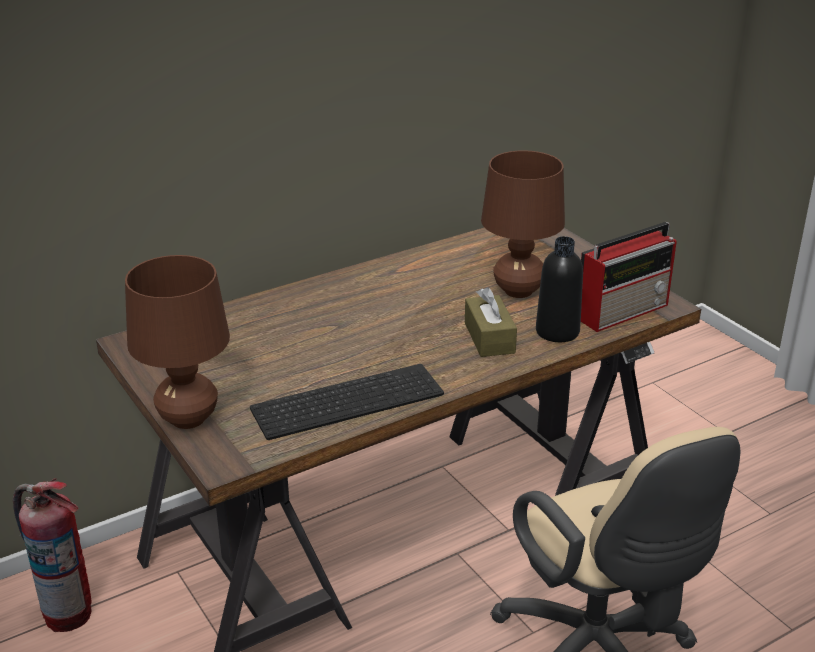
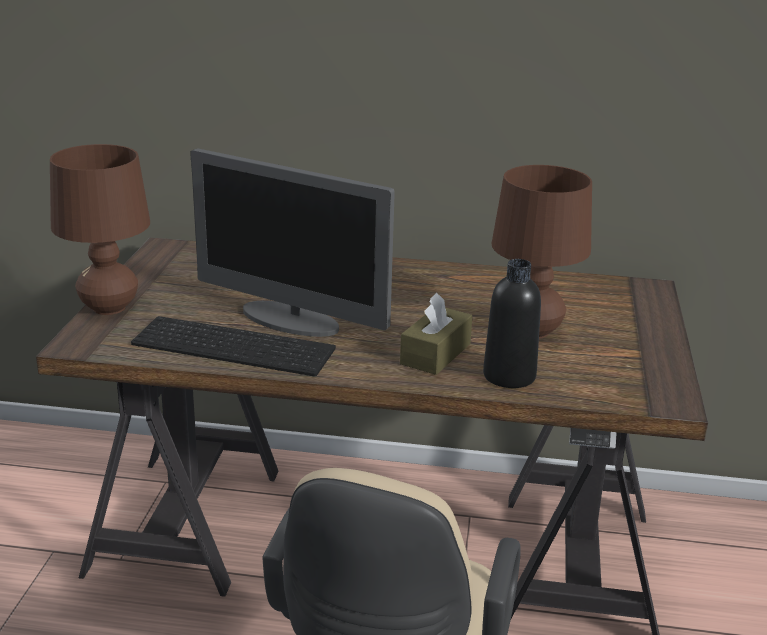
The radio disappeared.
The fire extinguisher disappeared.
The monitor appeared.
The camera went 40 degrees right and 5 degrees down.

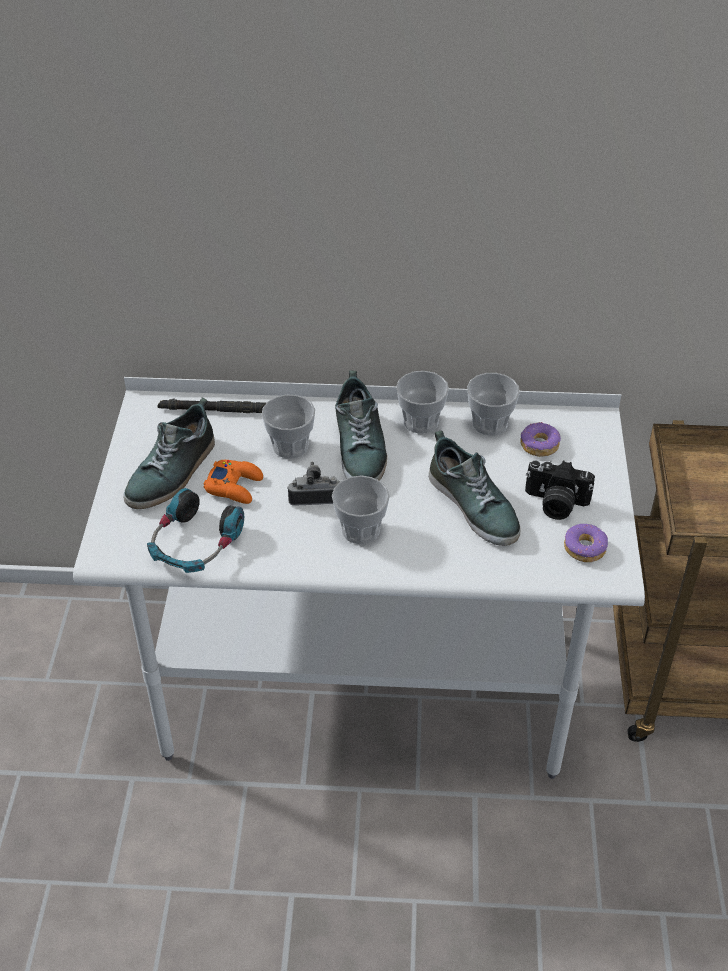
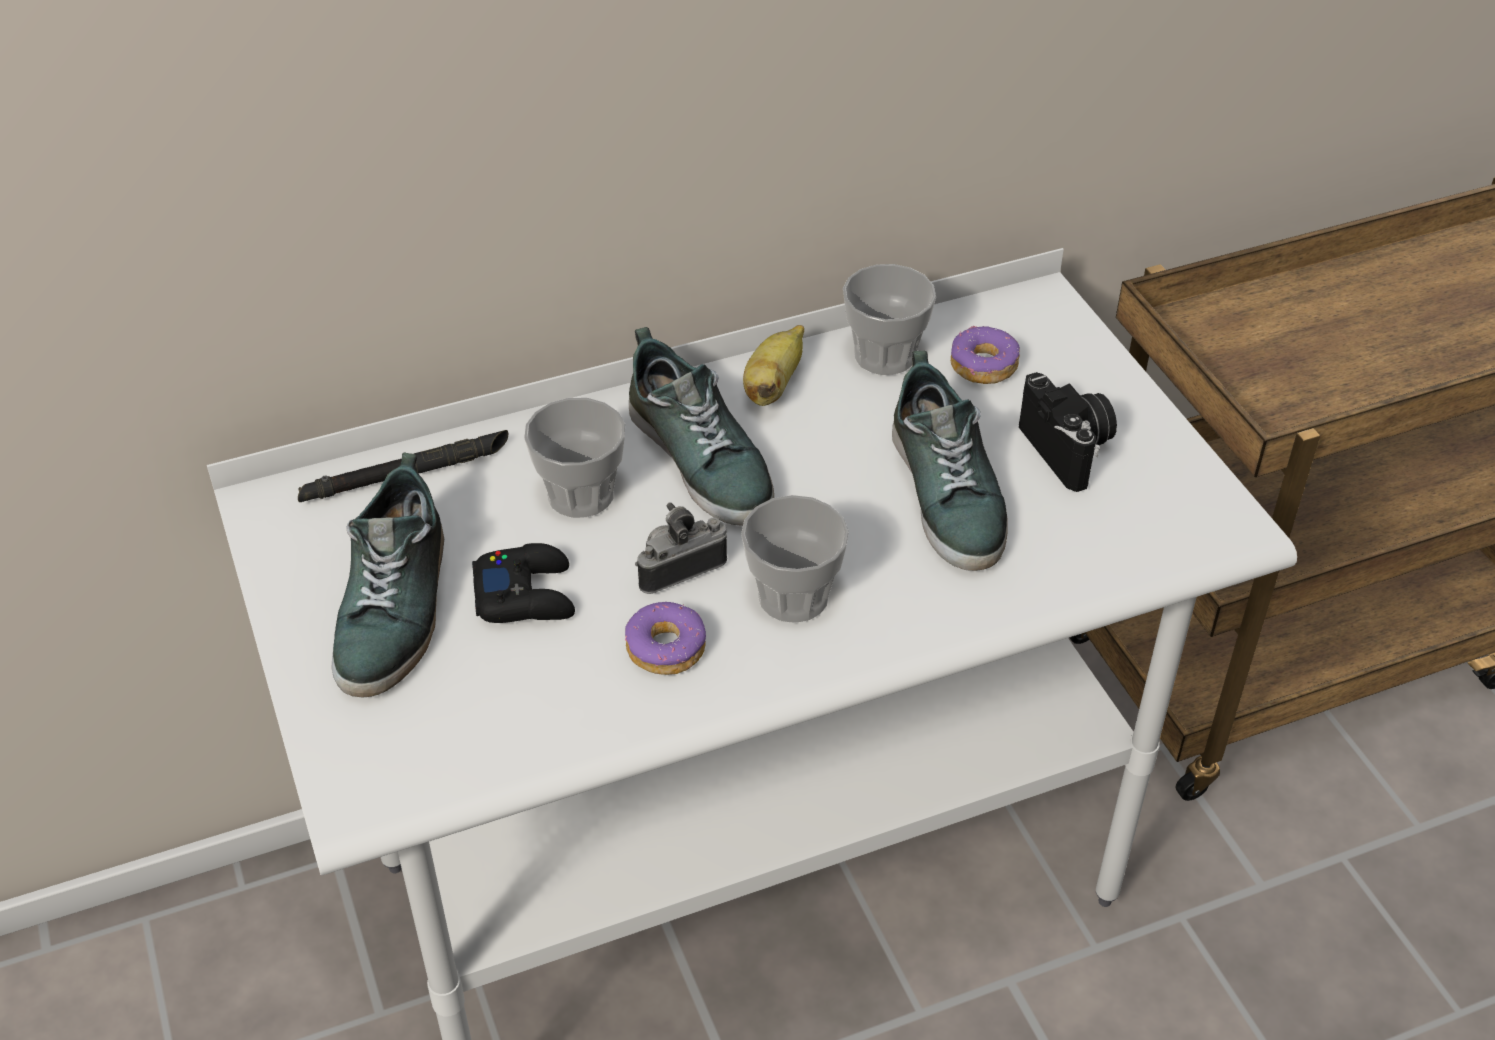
The cup (no. 3 from left) was replaced by the banana.
The shoe (no. 3 from left) turned 45 degrees clockwise.
The game controller/orange became the game controller/black.
The photo camera (no. 2 from left) turned 105 degrees counterclockwise.
The headphones disappeared.
The donut (no. 2 from left in the first image) moved.
The camera went 25 degrees left and 0 degrees up.

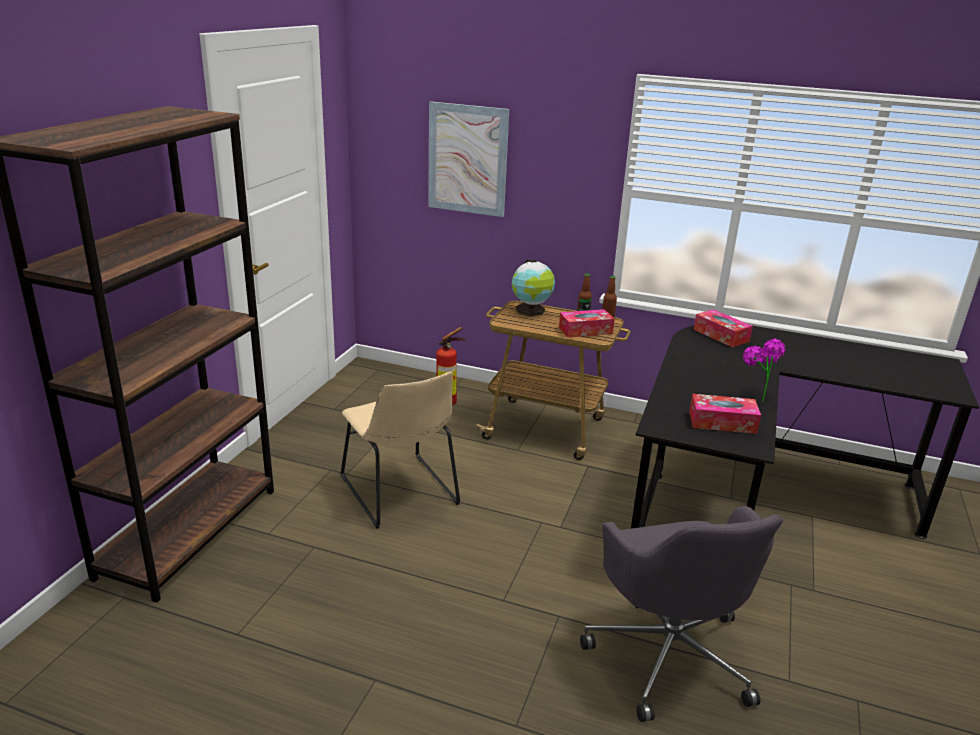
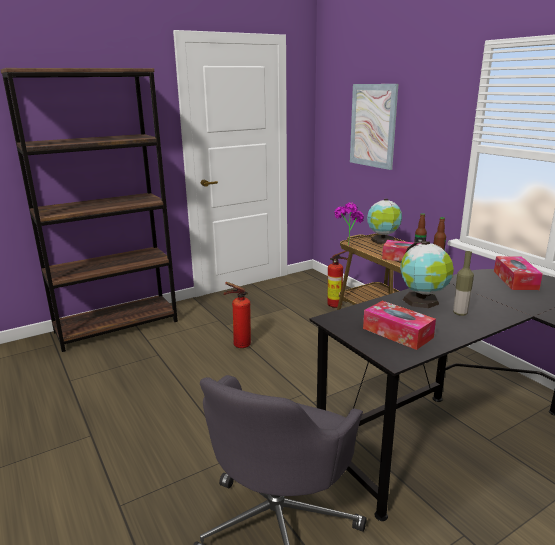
The potted plant moved.
The chair/beige was replaced by the fire extinguisher (no. 1 from left).
The globe (no. 2 from left) appeared.
The bottle (no. 3 from left) appeared.
The camera went 40 degrees right and 5 degrees down.

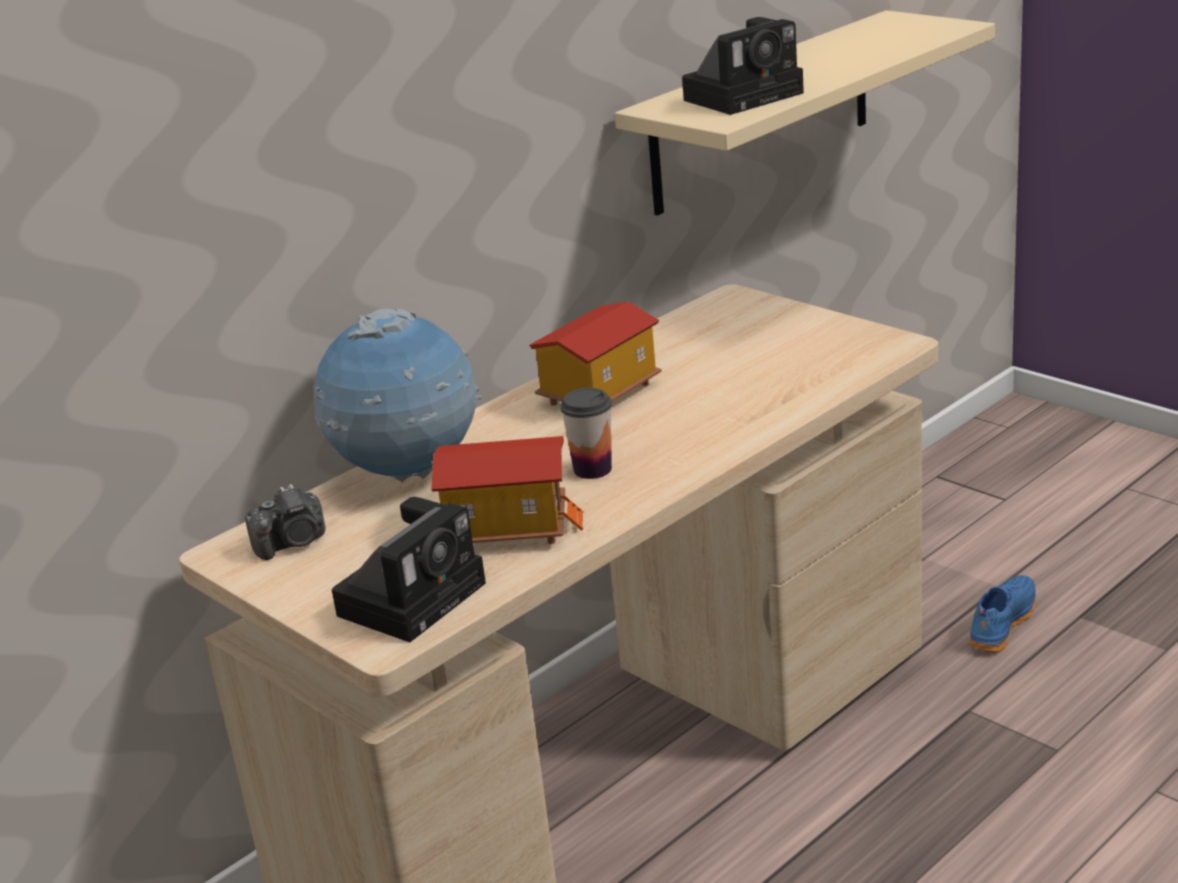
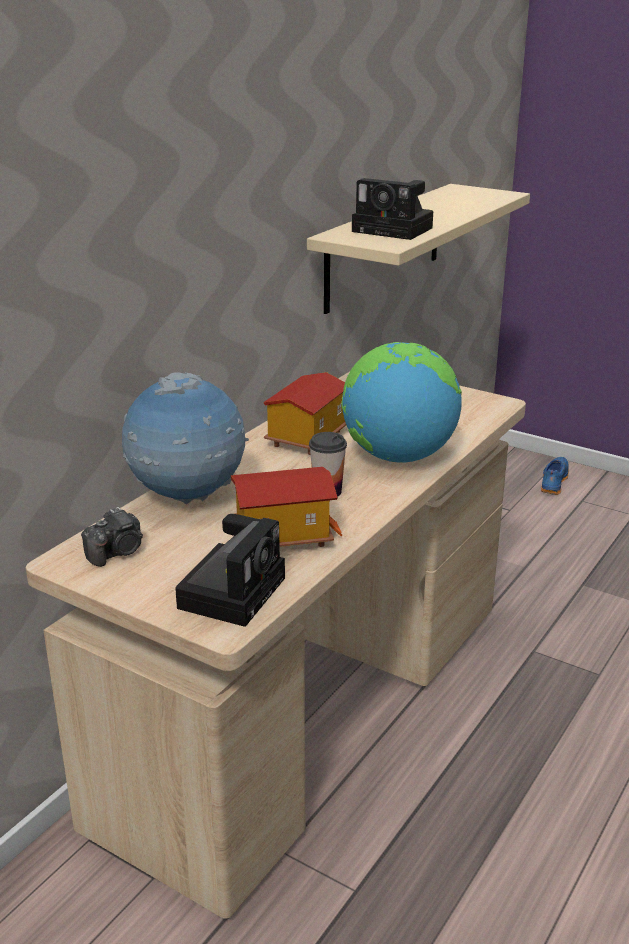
The photo camera (no. 3 from left) turned 75 degrees clockwise.
The shoe/blue moved.
The globe (no. 2 from left) appeared.
The camera went 15 degrees left and 0 degrees up.

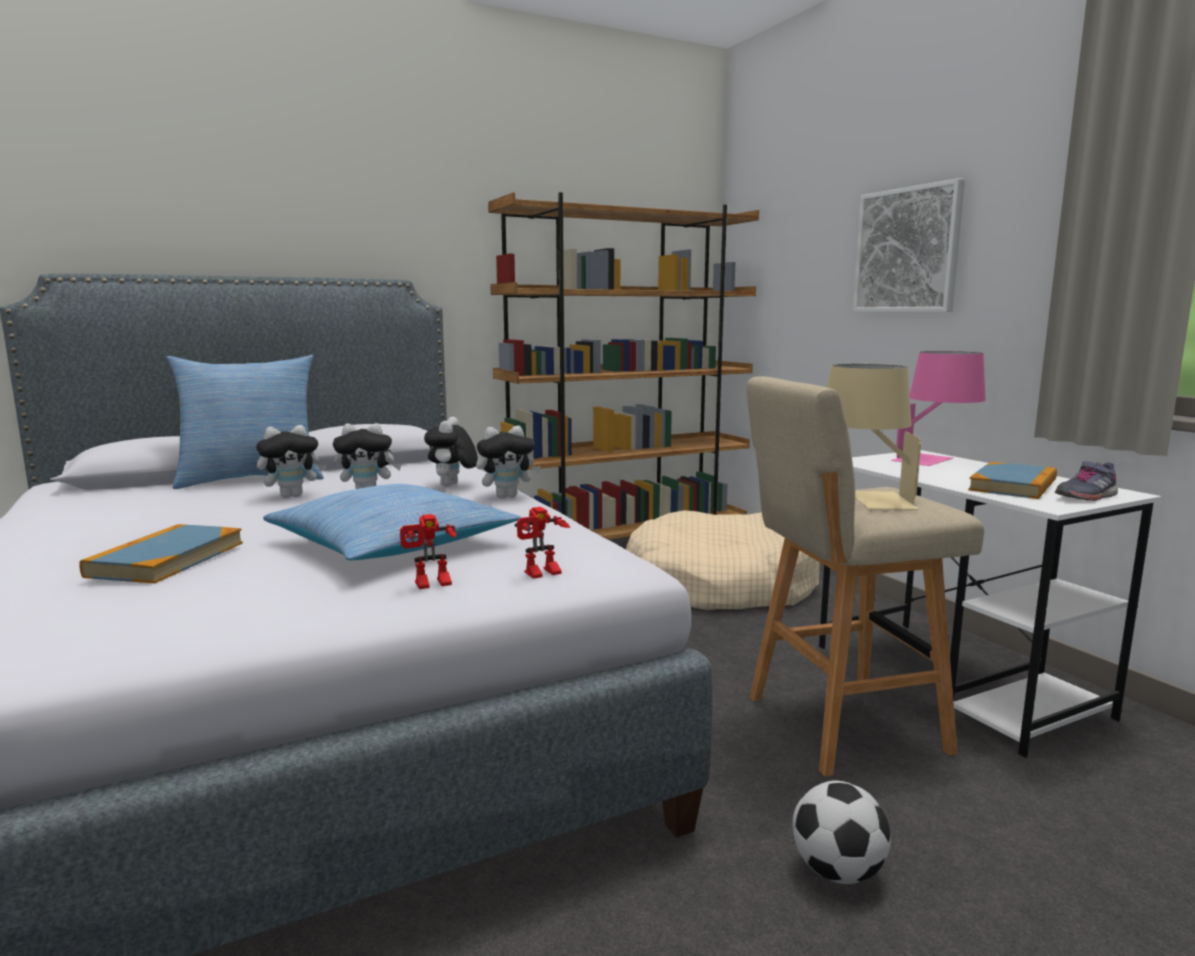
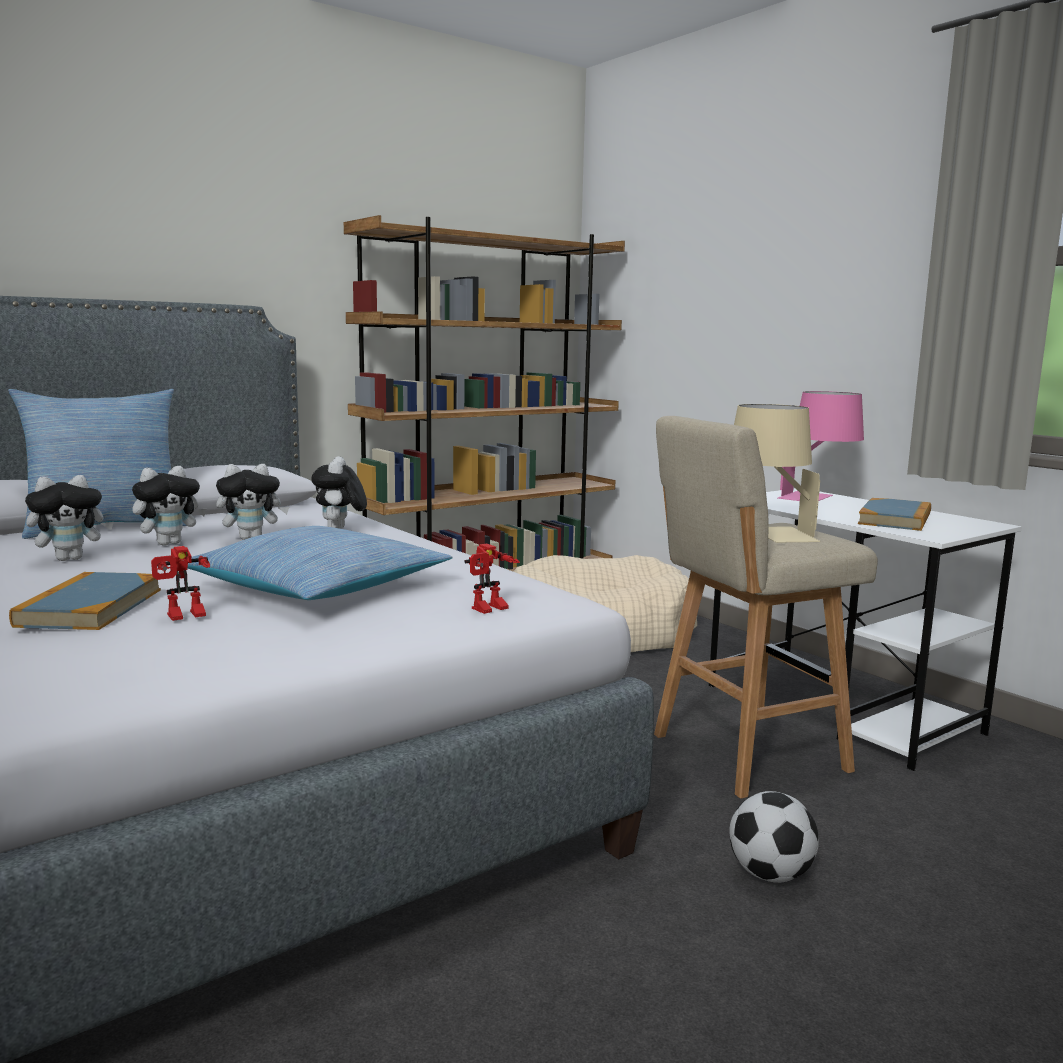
The picture disappeared.
The plush toy (no. 4 from left in the first image) moved.
The shoe/grey disappeared.
The toy robot (no. 1 from left) moved.
The camera went 10 degrees left and 0 degrees up.

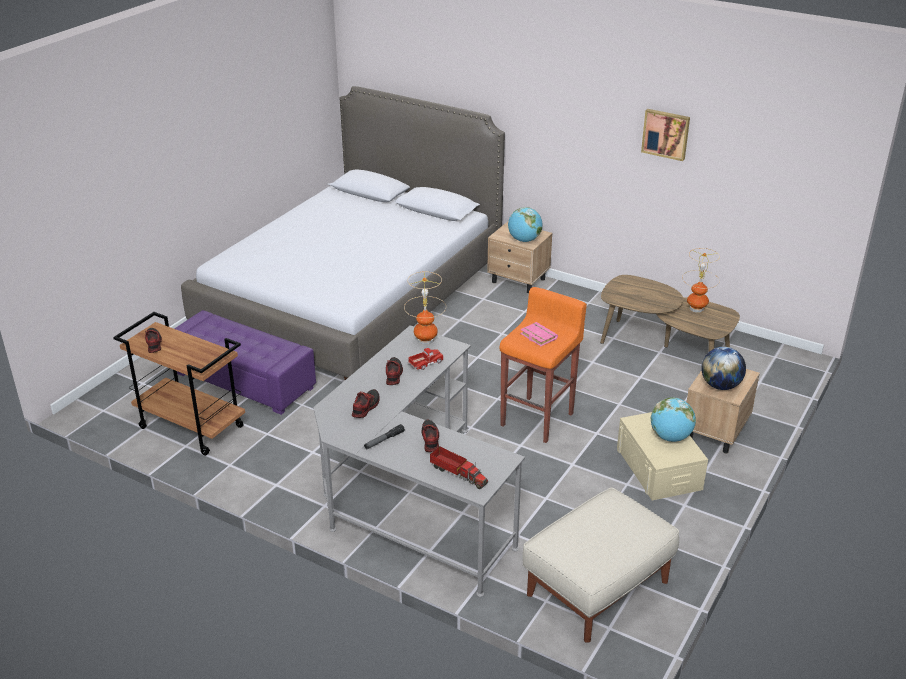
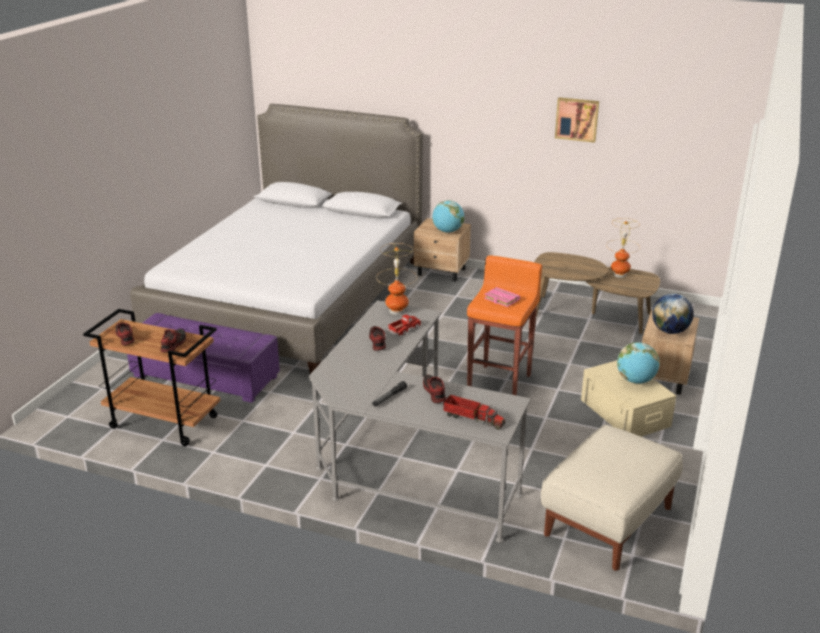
The shoe (no. 2 from left) moved.
The camera went 10 degrees left and 5 degrees down.

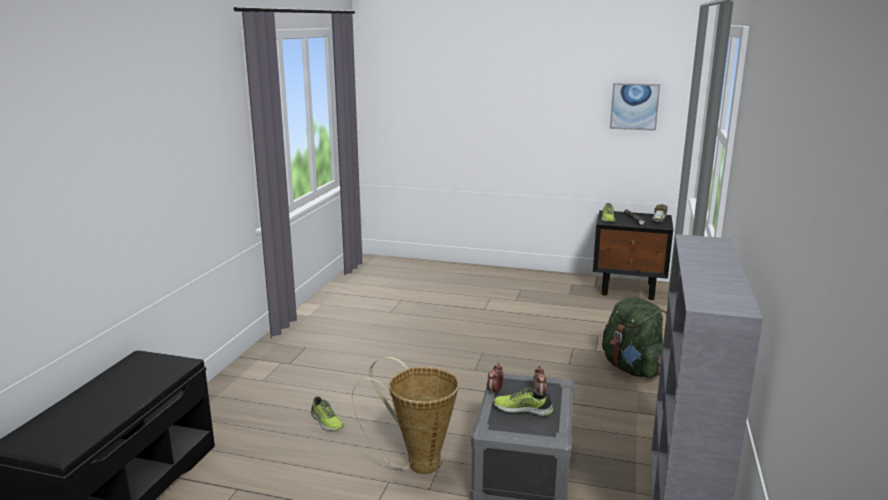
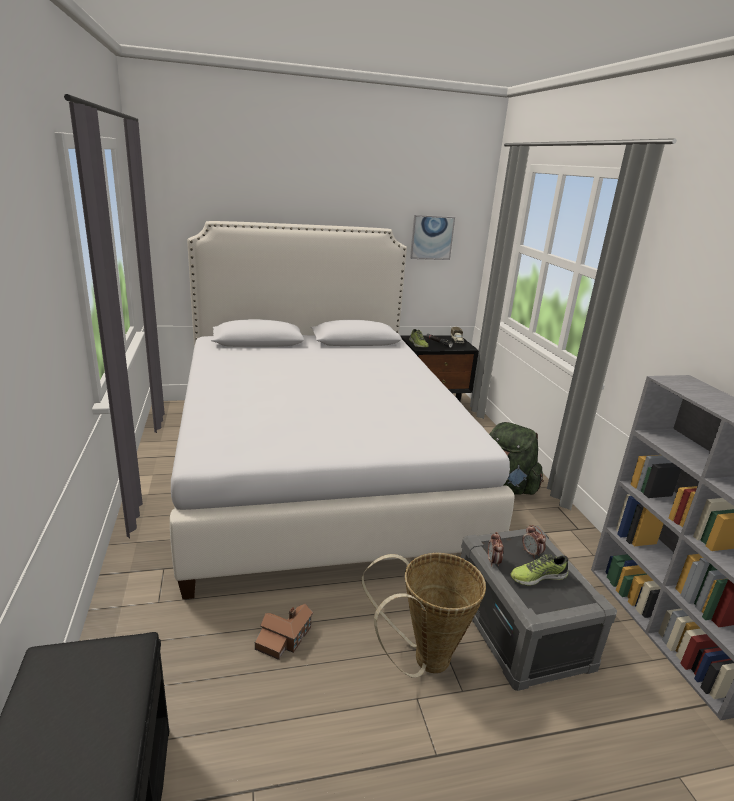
The shoe (no. 1 from left) was replaced by the toy house.
The bed/white appeared.
The camera went 30 degrees left and 5 degrees up.

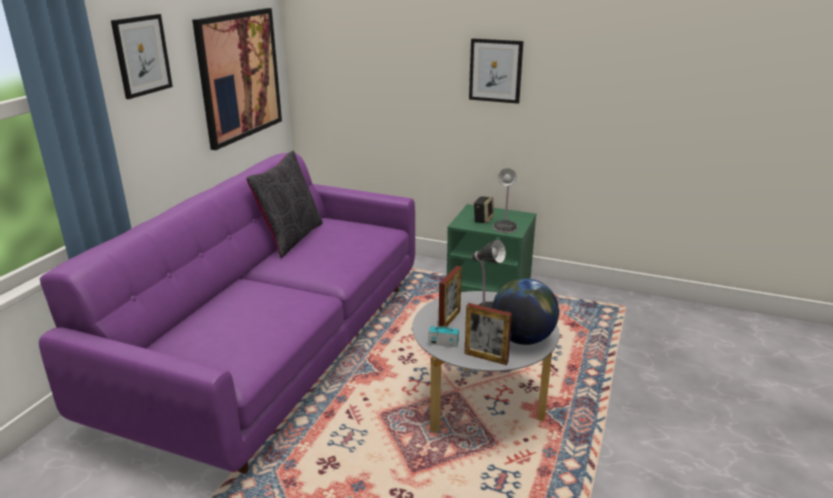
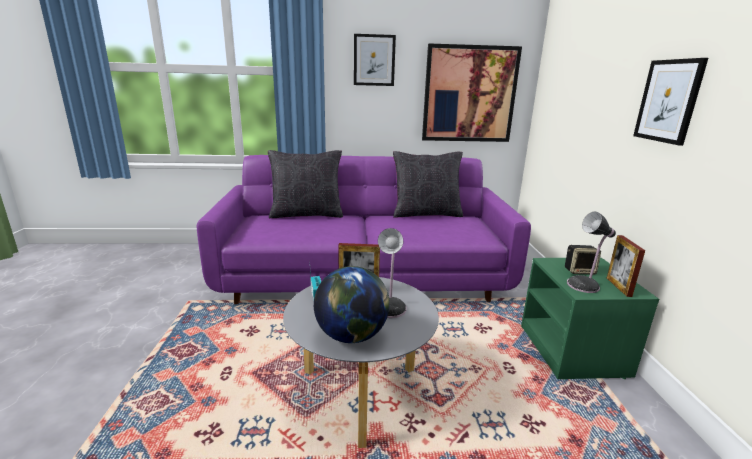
The picture frame (no. 2 from left) moved.
The pillow/black (no. 1 from left) appeared.
The camera went 65 degrees right and 5 degrees down.

